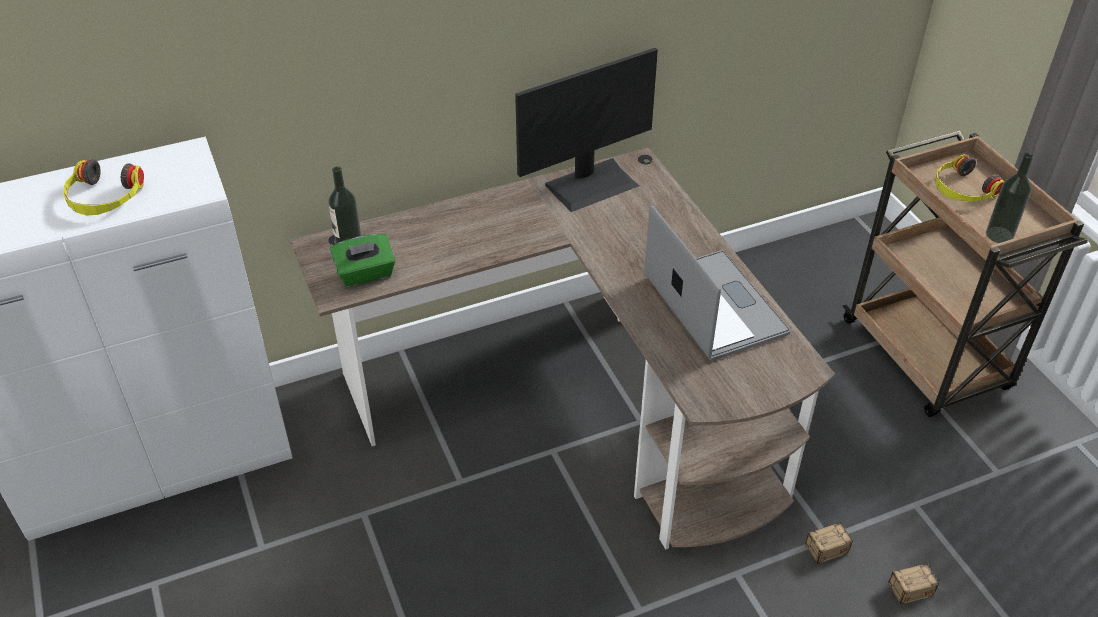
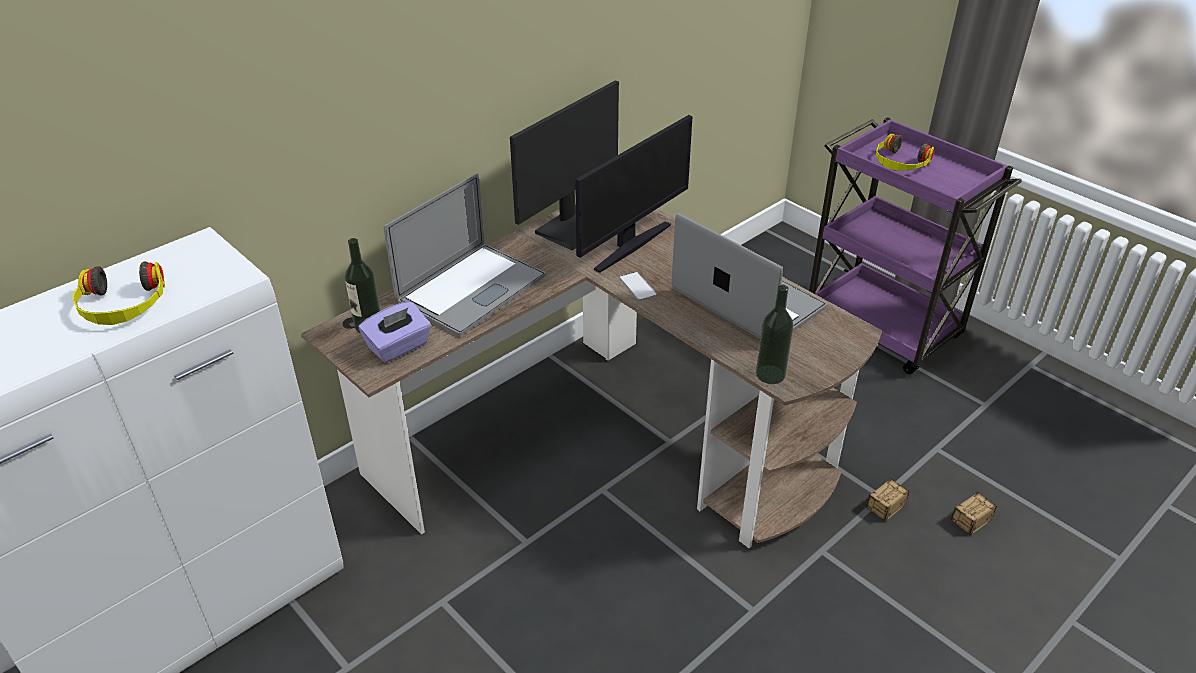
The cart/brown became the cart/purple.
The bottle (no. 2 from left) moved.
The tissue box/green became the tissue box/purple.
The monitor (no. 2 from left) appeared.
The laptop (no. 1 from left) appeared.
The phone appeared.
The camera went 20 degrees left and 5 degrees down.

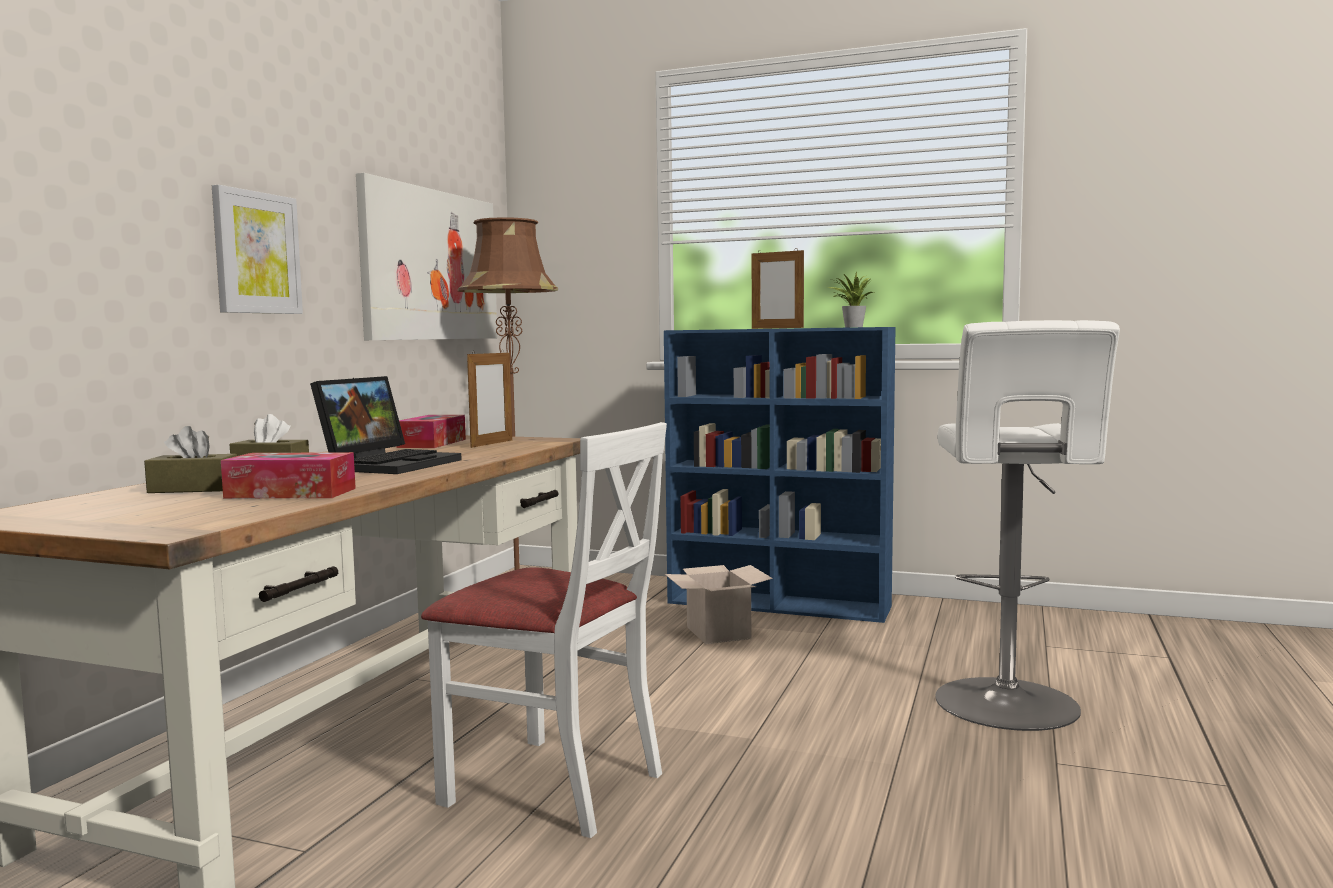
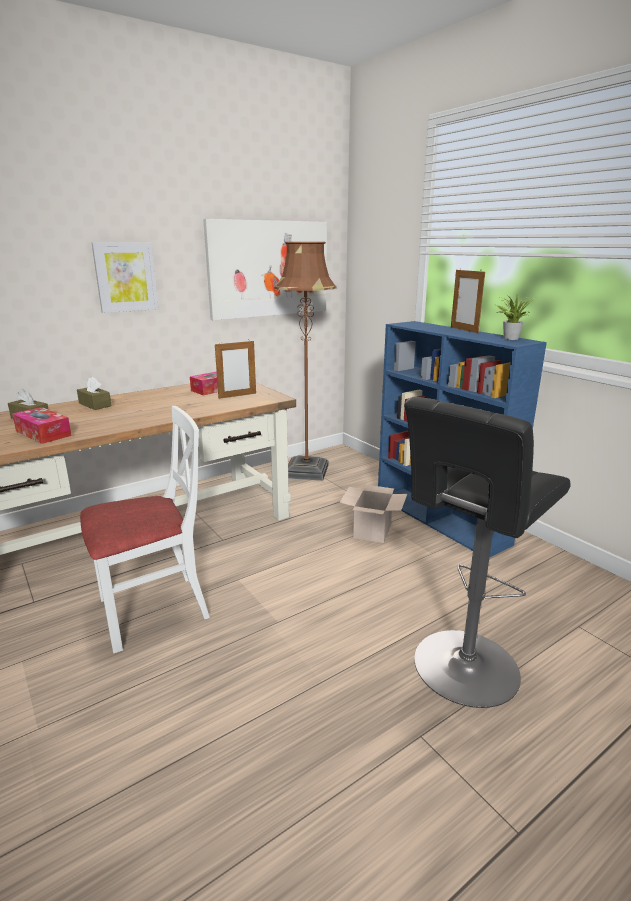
The stool/white became the stool/black.
The laptop disappeared.
The chair/white turned 90 degrees counterclockwise.
The camera went 35 degrees right and 15 degrees up.

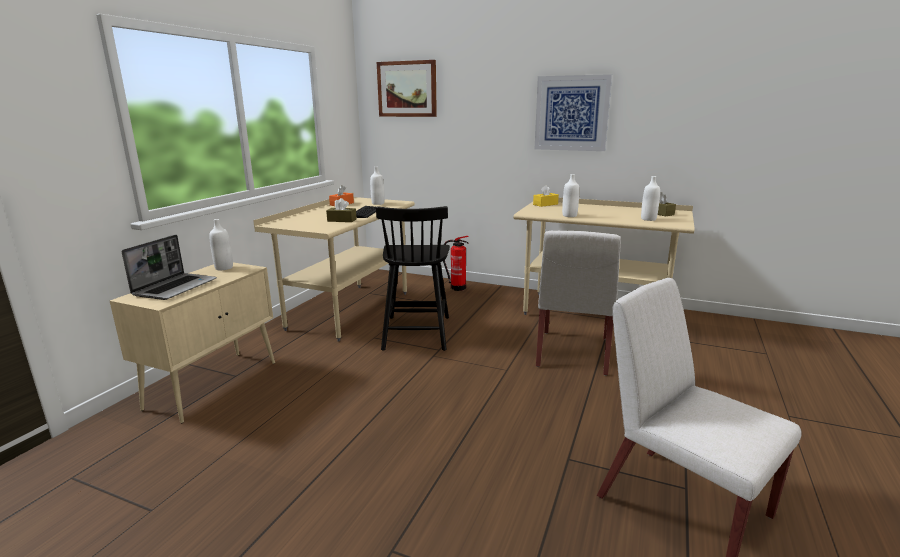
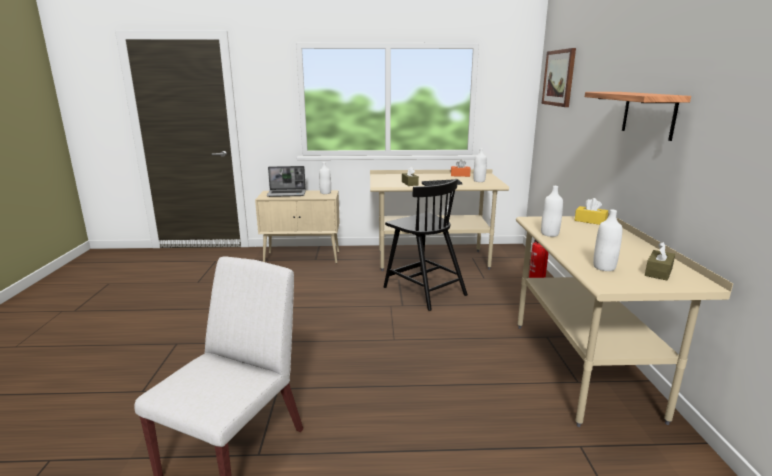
The picture (no. 2 from left) was replaced by the shelf.
The chair/black turned 105 degrees counterclockwise.
The chair/white (no. 1 from left) disappeared.
The camera went 65 degrees right and 0 degrees up.

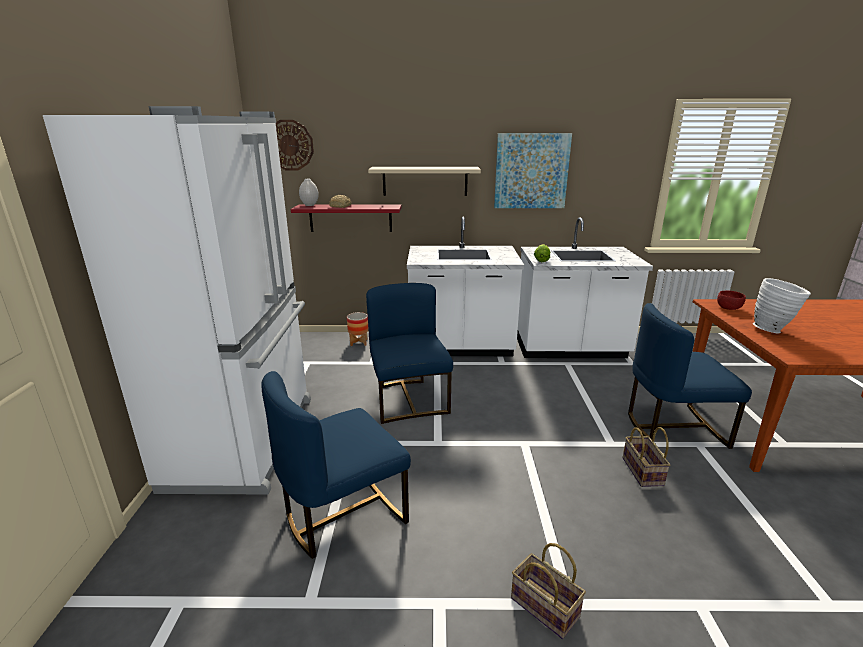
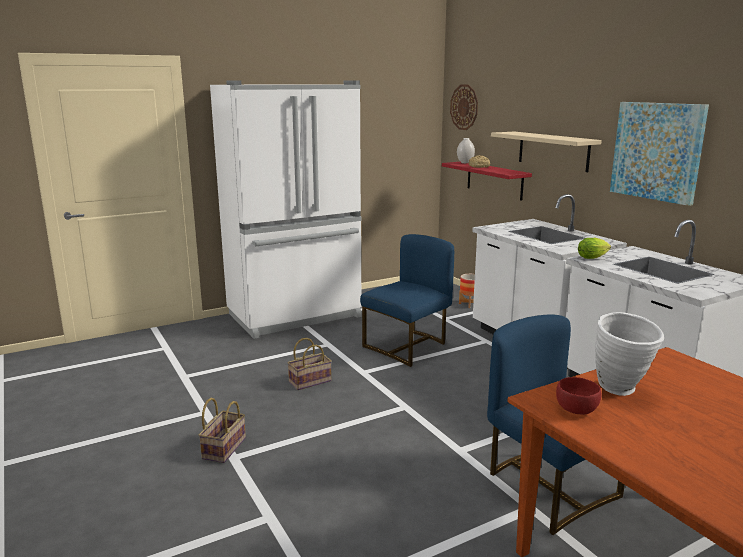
The bowl/red moved.
The chair/blue (no. 1 from left) disappeared.
The basket (no. 2 from left) moved.
The camera went 60 degrees right and 5 degrees down.

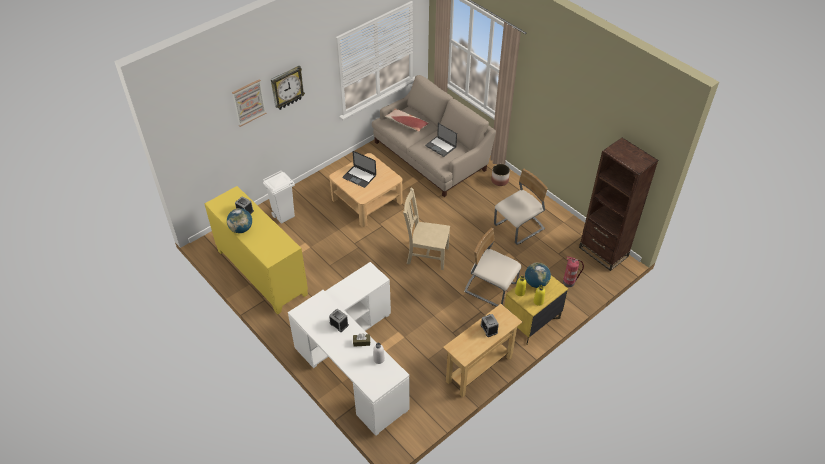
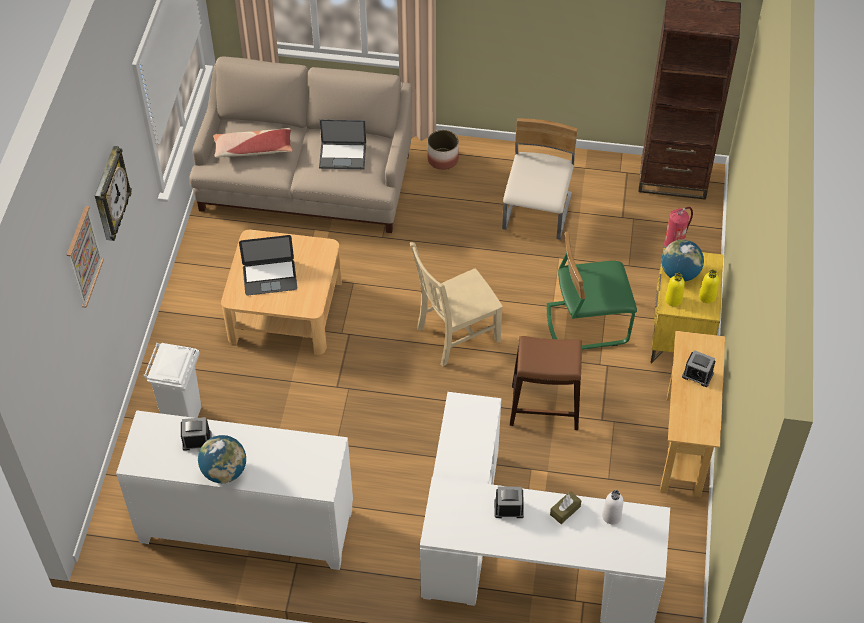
The cabinet/yellow became the cabinet/white.
The chair/beige (no. 2 from left) became the chair/green.
The stool/brown appeared.
The camera went 40 degrees left and 5 degrees up.

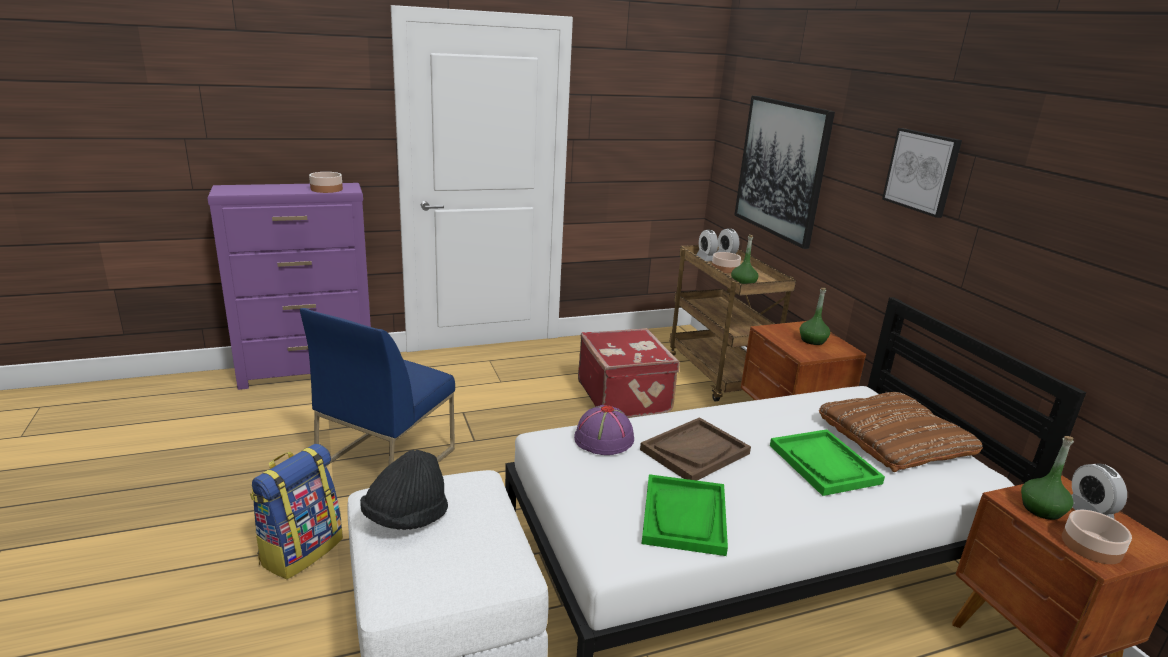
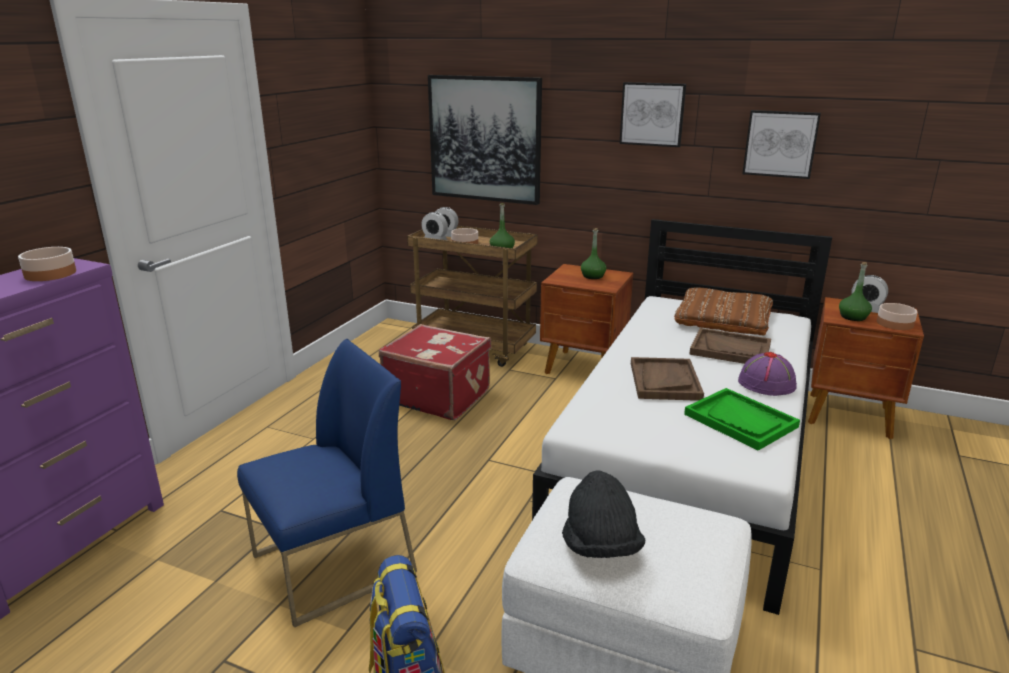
The chair/blue turned 105 degrees counterclockwise.
The hat/purple moved.
The tray/green (no. 2 from left) became the tray/brown (no. 2 from left).
The picture (no. 3 from left) appeared.
The camera went 45 degrees left and 0 degrees up.

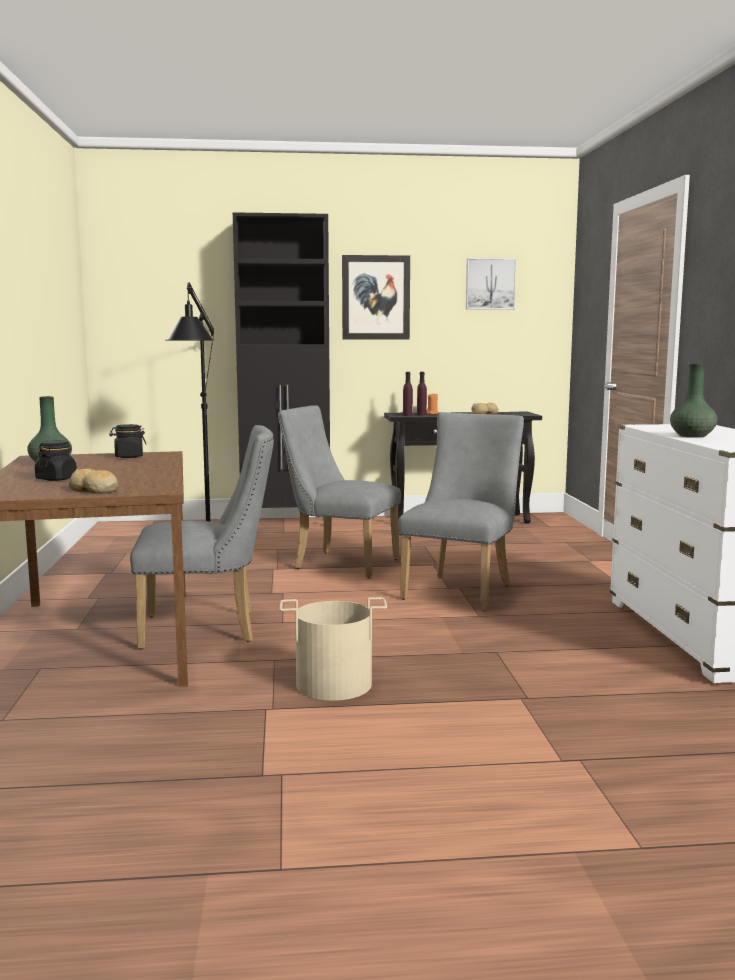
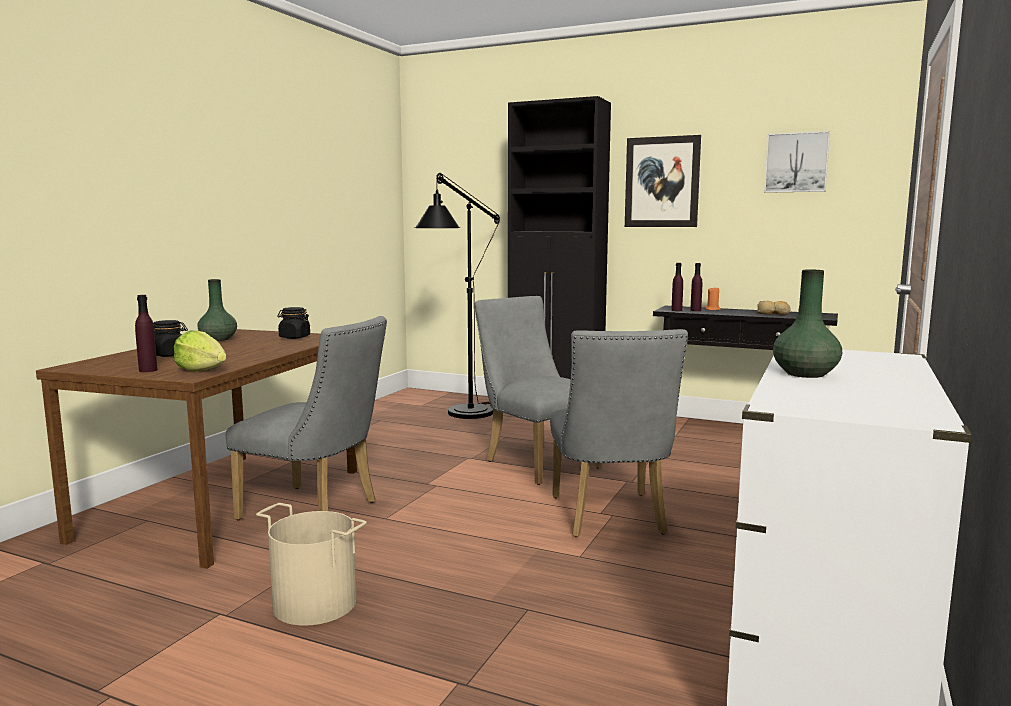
The chair/grey (no. 3 from left) turned 120 degrees clockwise.
The bread (no. 1 from left) was replaced by the bottle/purple (no. 1 from left).
The lettuce appeared.
The camera went 30 degrees right and 0 degrees up.

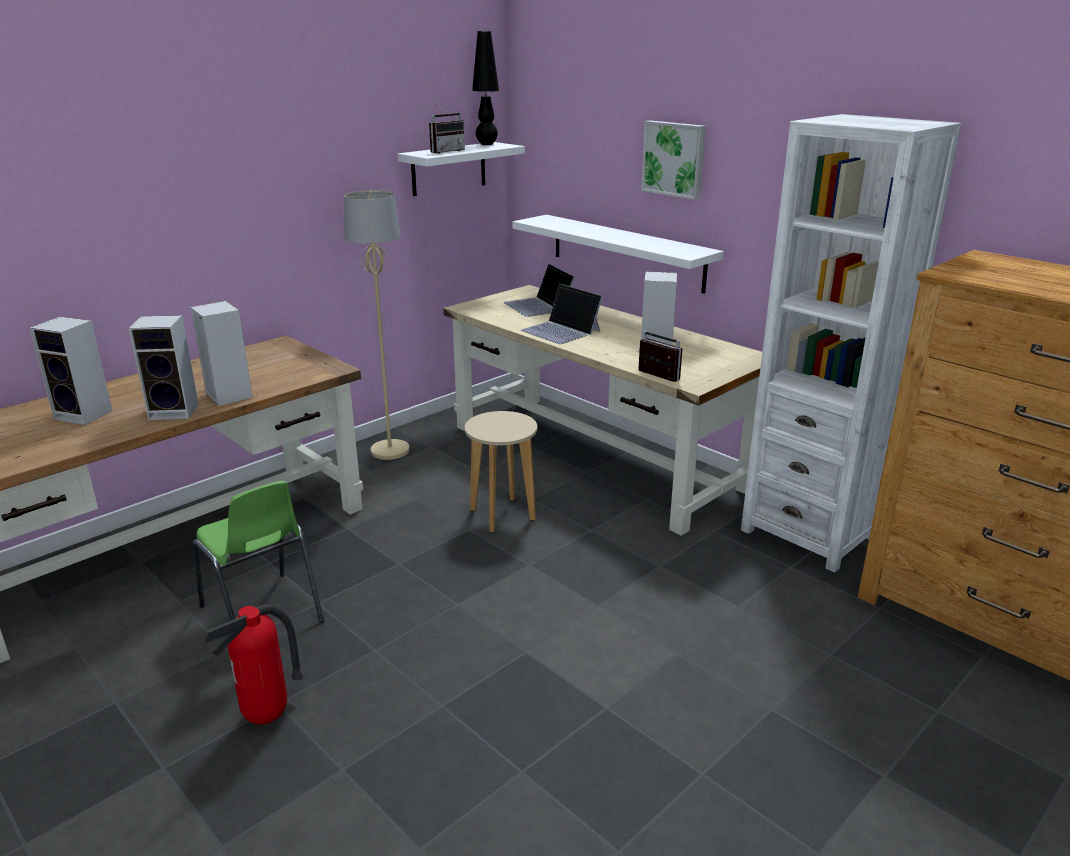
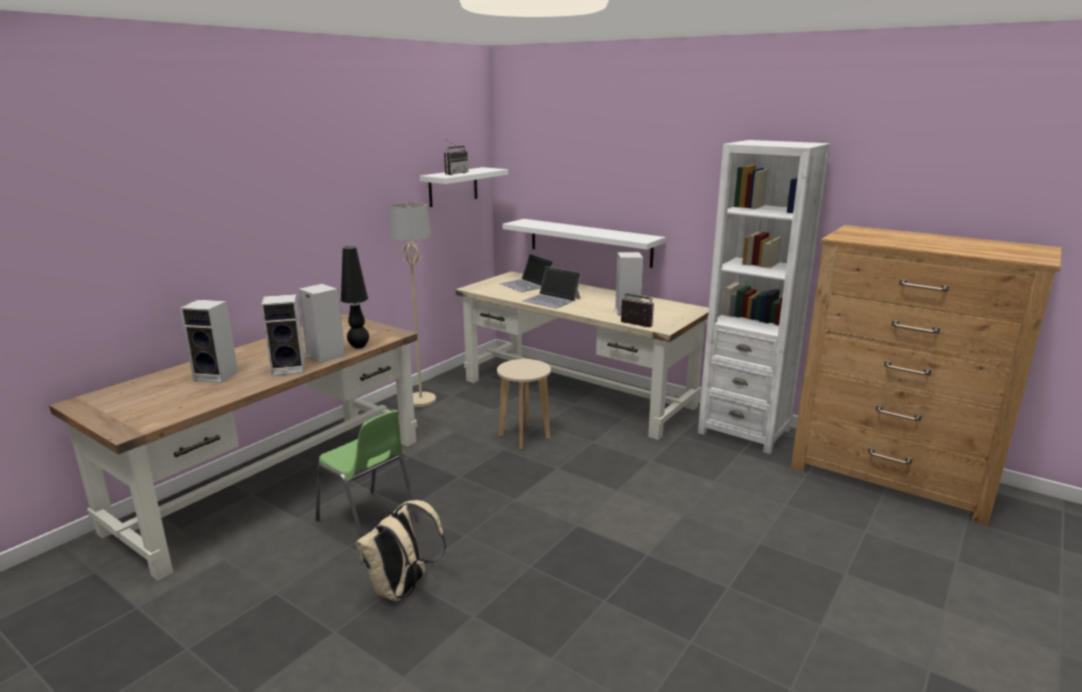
The table lamp/black moved.
The picture disappeared.
The fire extinguisher was replaced by the backpack/beige.
The camera went 10 degrees left and 5 degrees down.

